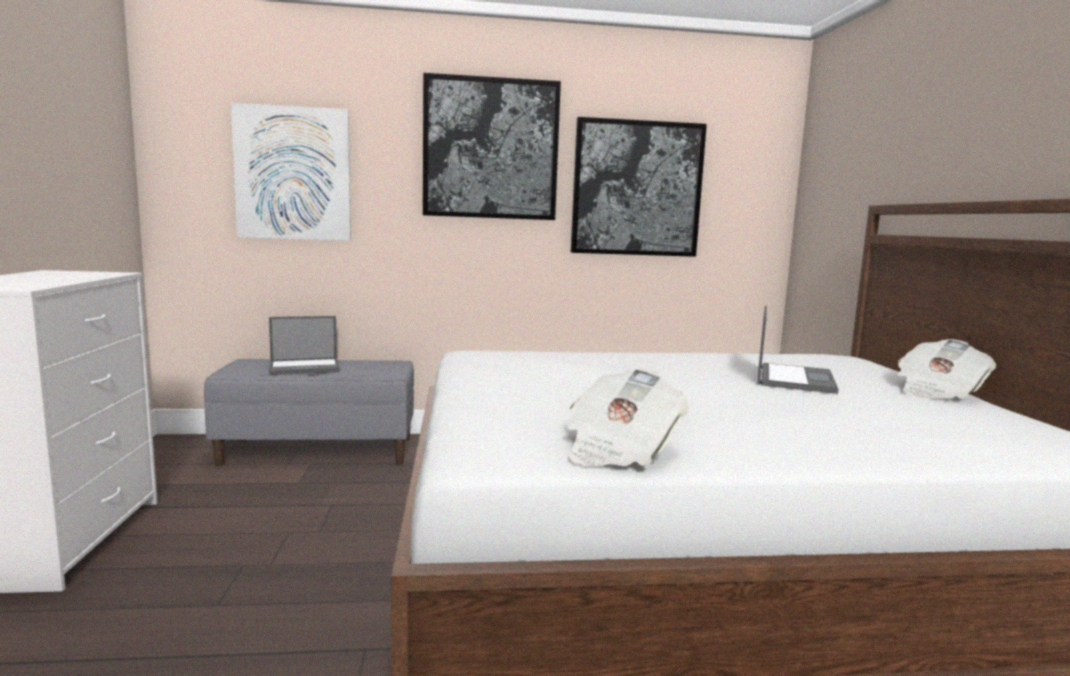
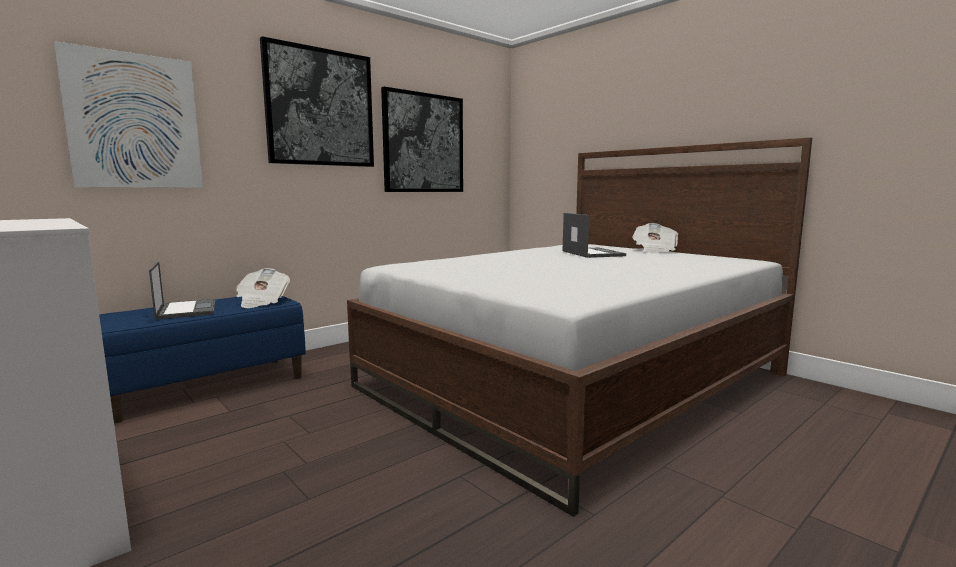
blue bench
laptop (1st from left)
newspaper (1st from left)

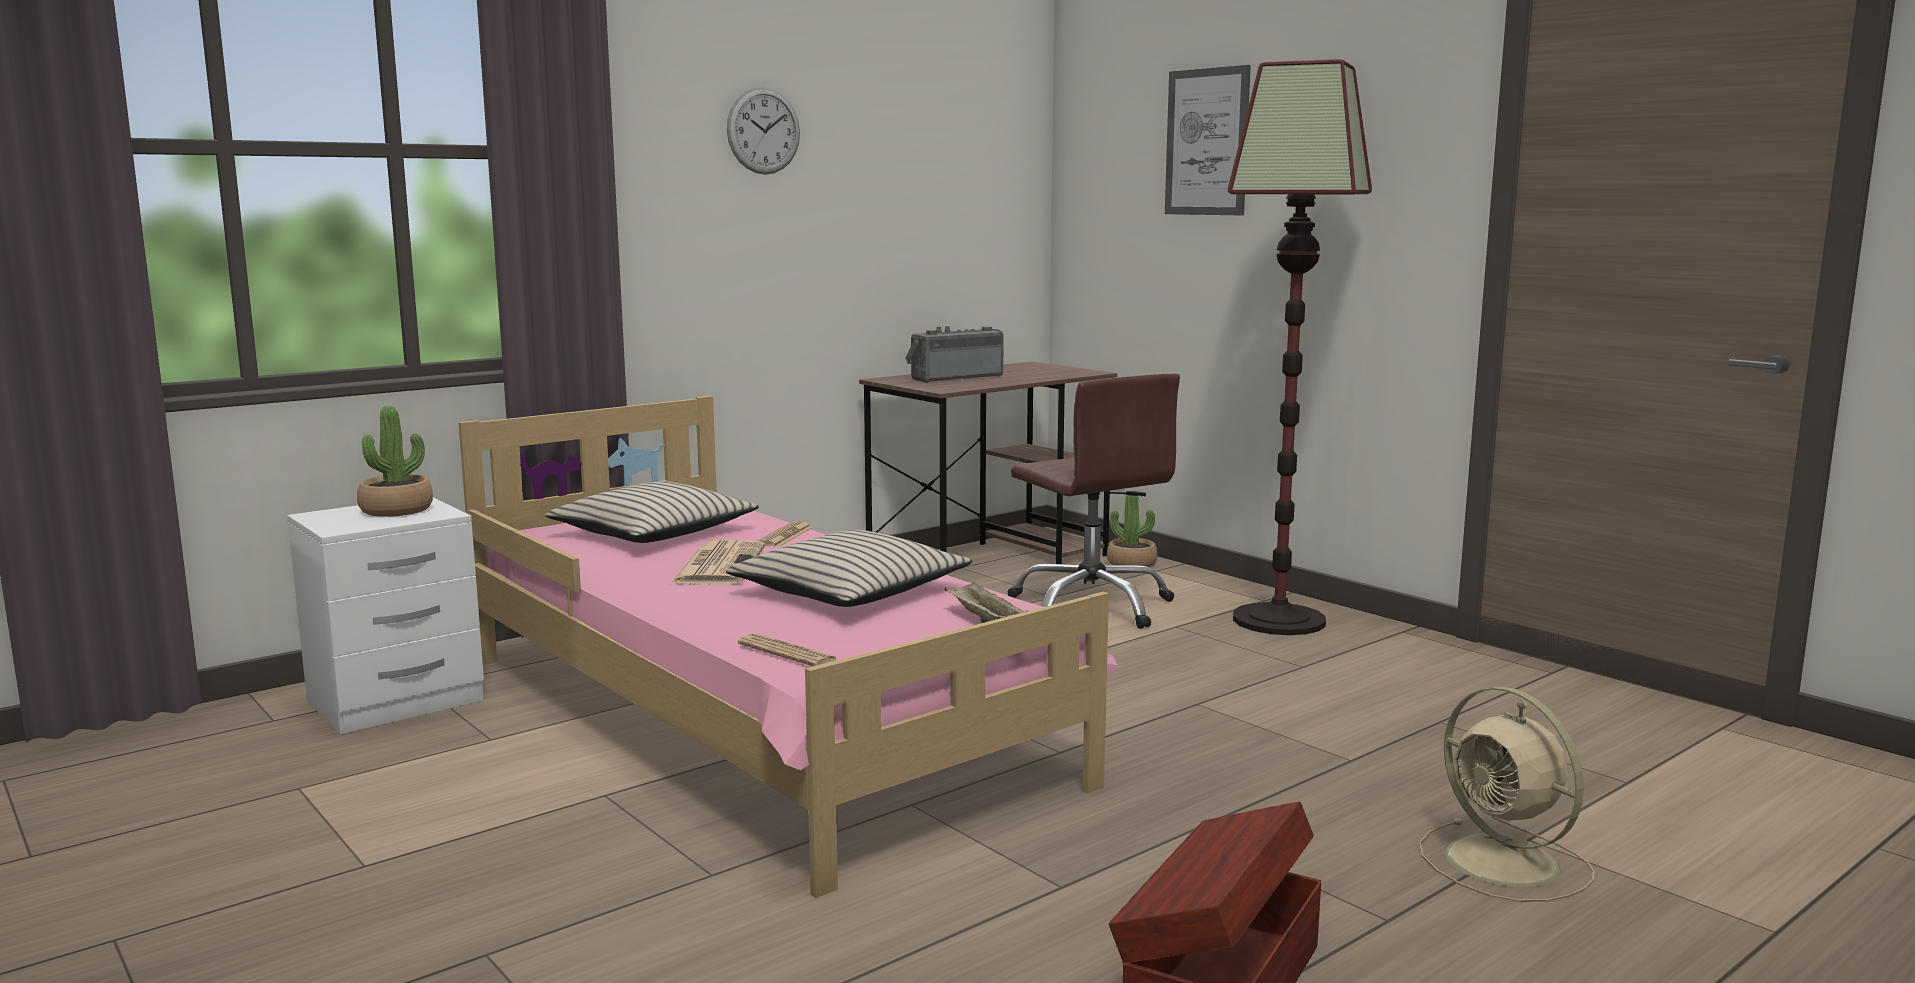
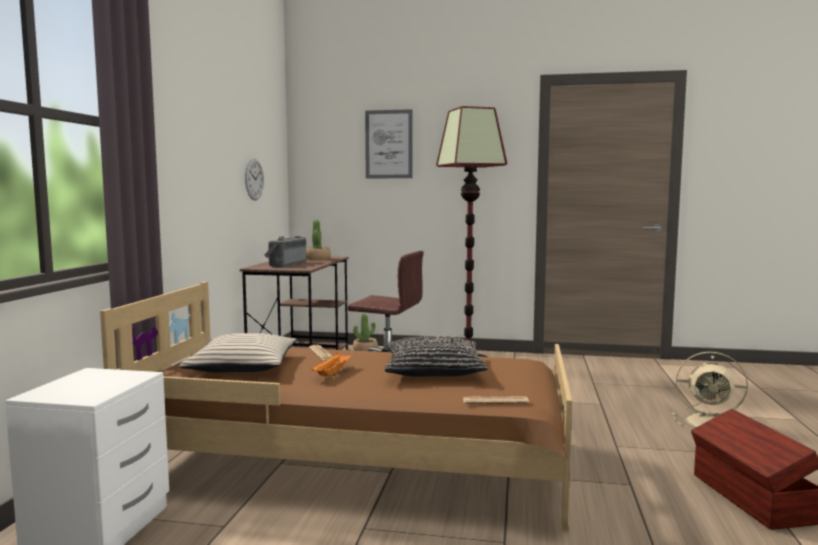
brown bed
wall clock
potted plant (1st from left)
orange tray
black pillow
beige tray

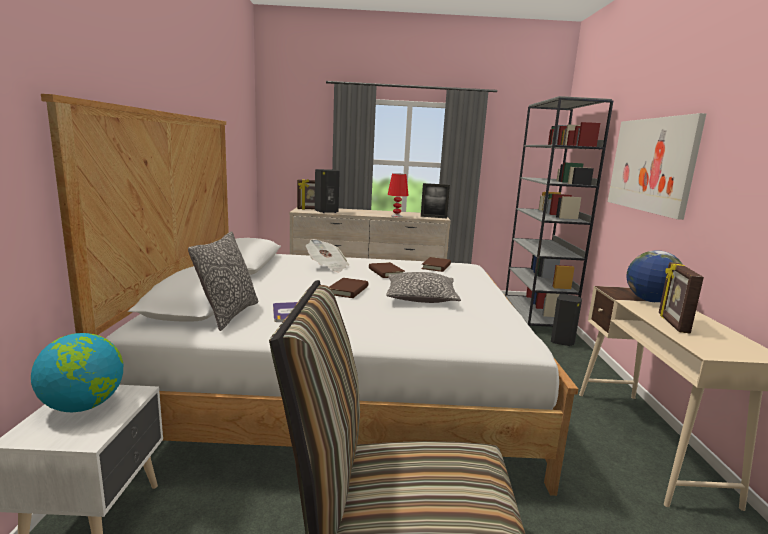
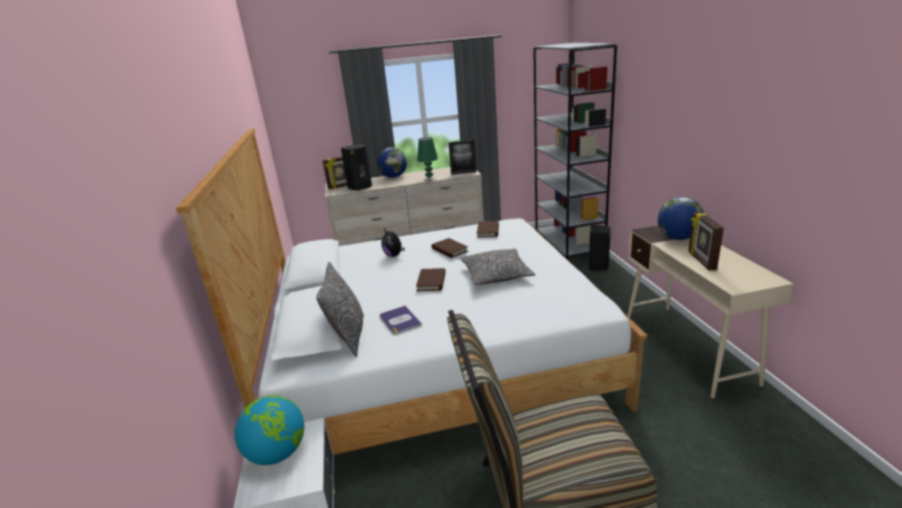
globe (2nd from left)
plush toy
green table lamp
picture

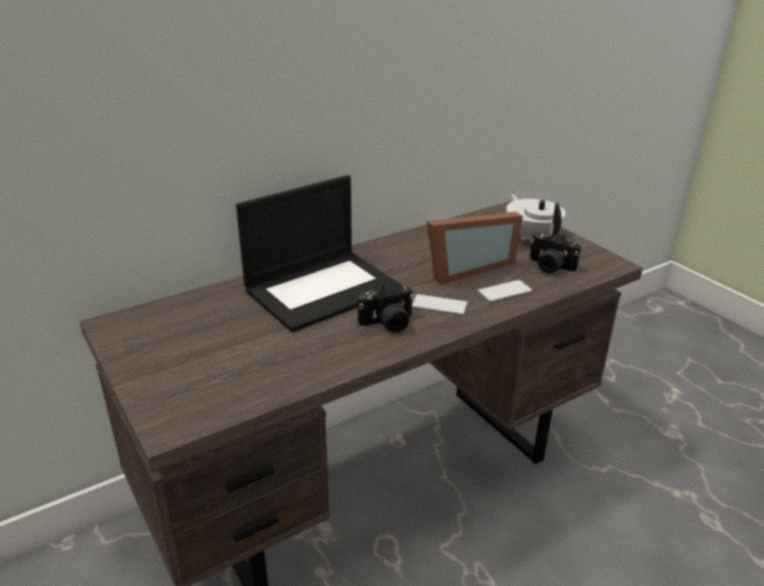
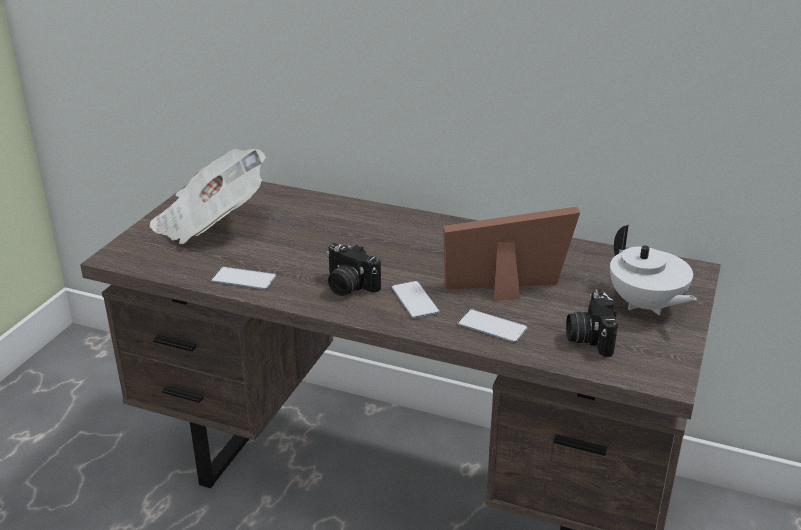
newspaper
phone (1st from left)
picture frame
white teapot
laptop

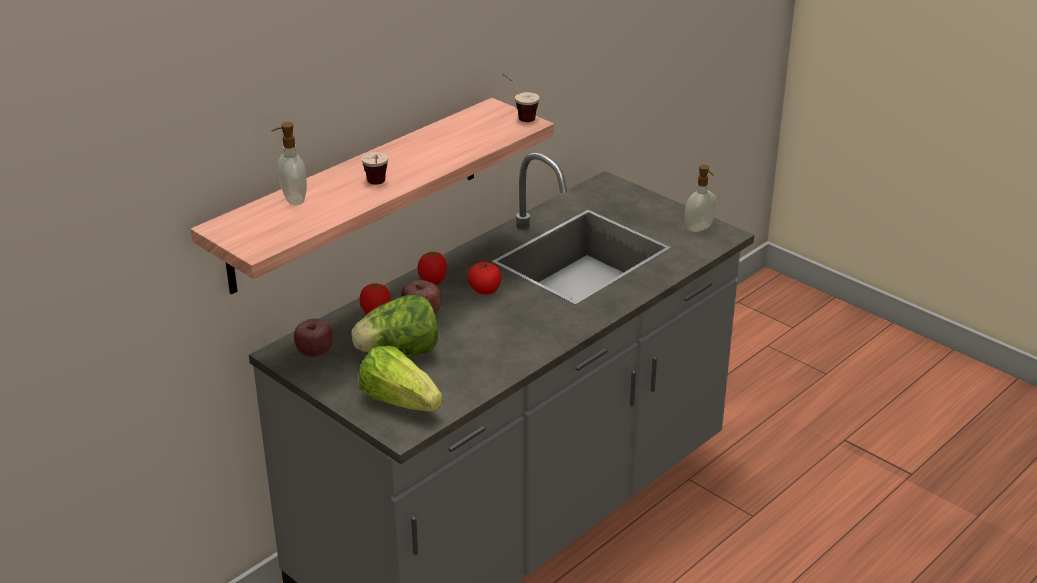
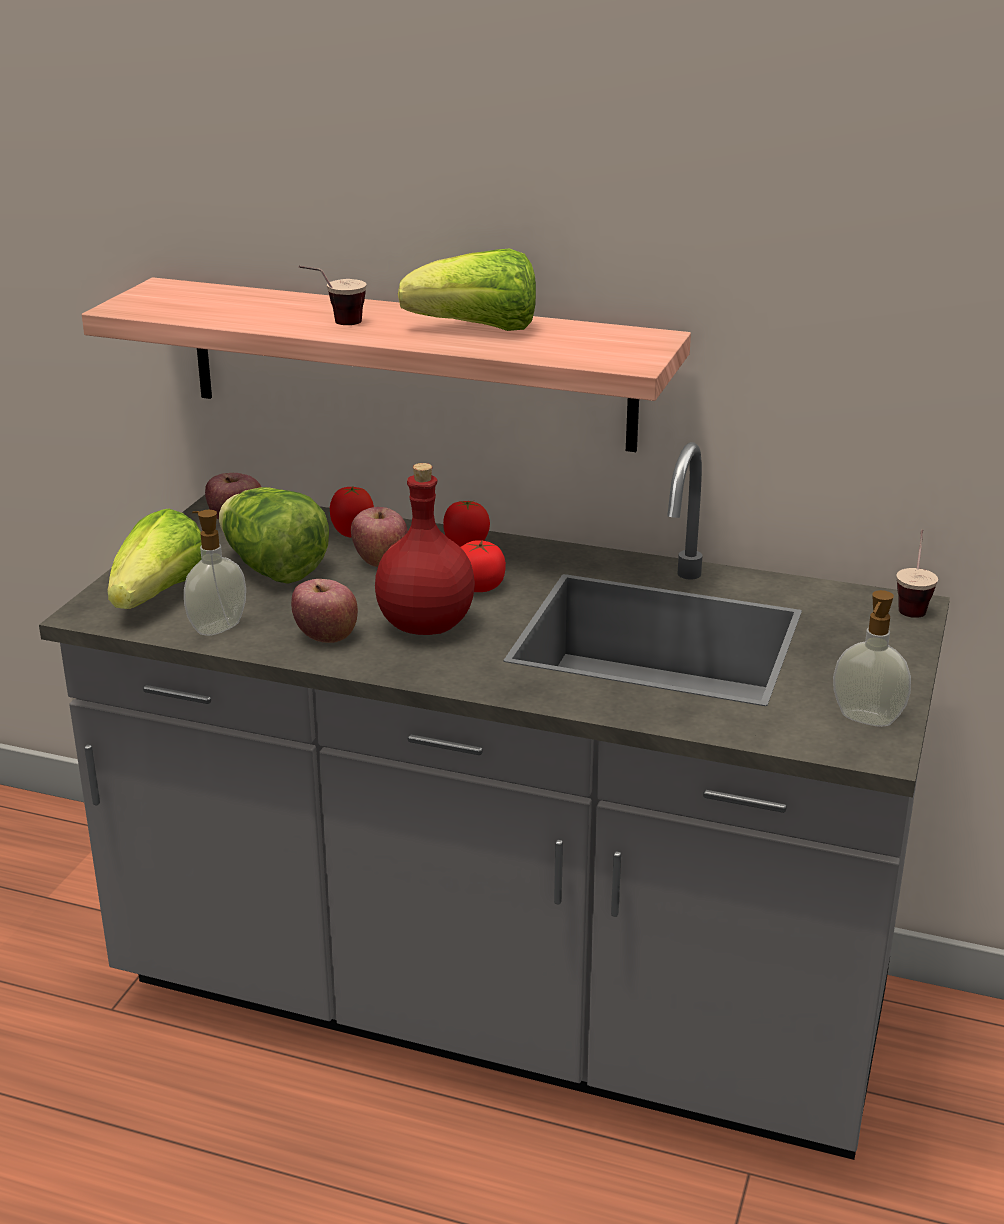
soap dispenser (1st from left)
apple (2nd from left)
red bottle
lettuce (3rd from left)
cup (2nd from left)

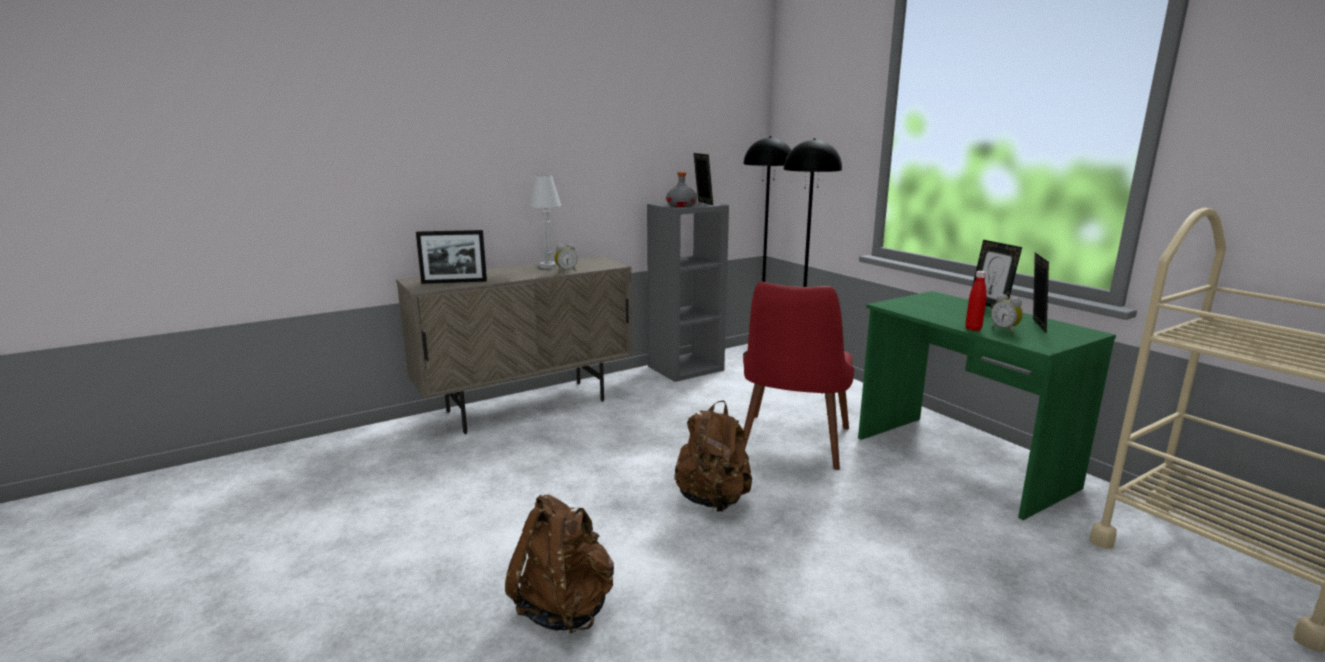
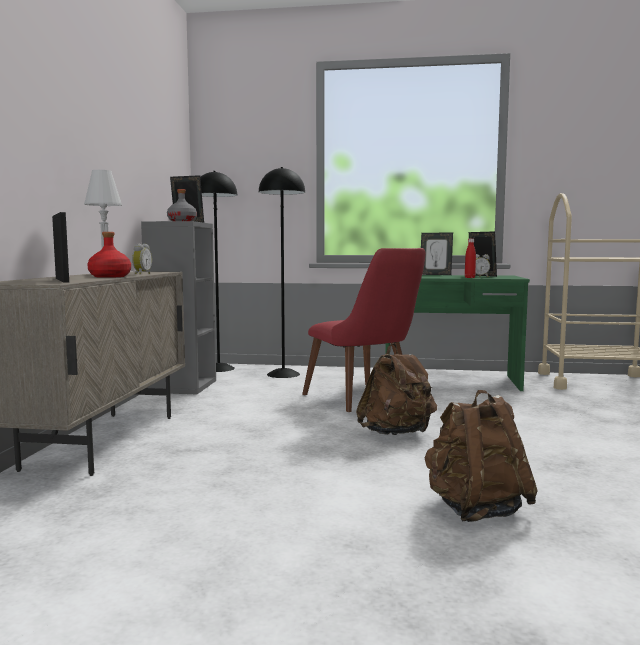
picture frame (1st from left)
red bottle (1st from left)

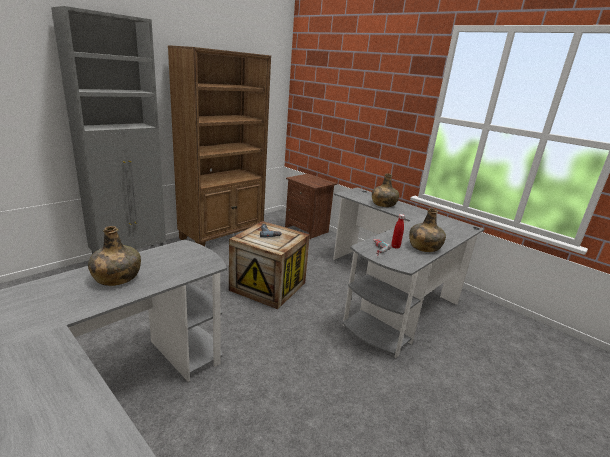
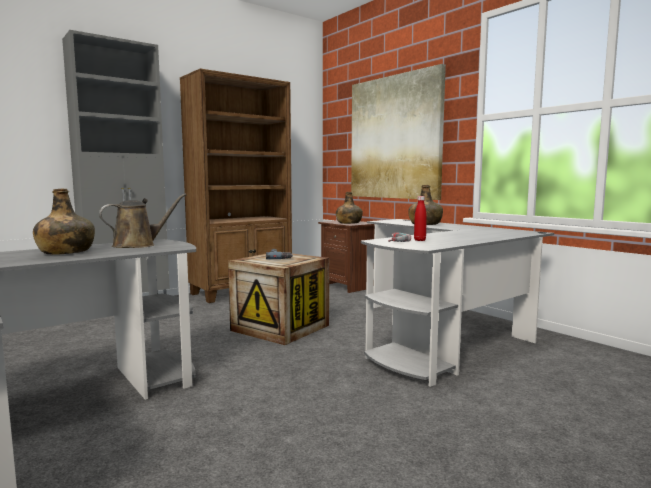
brown watering can
green bottle (2nd from left)
picture

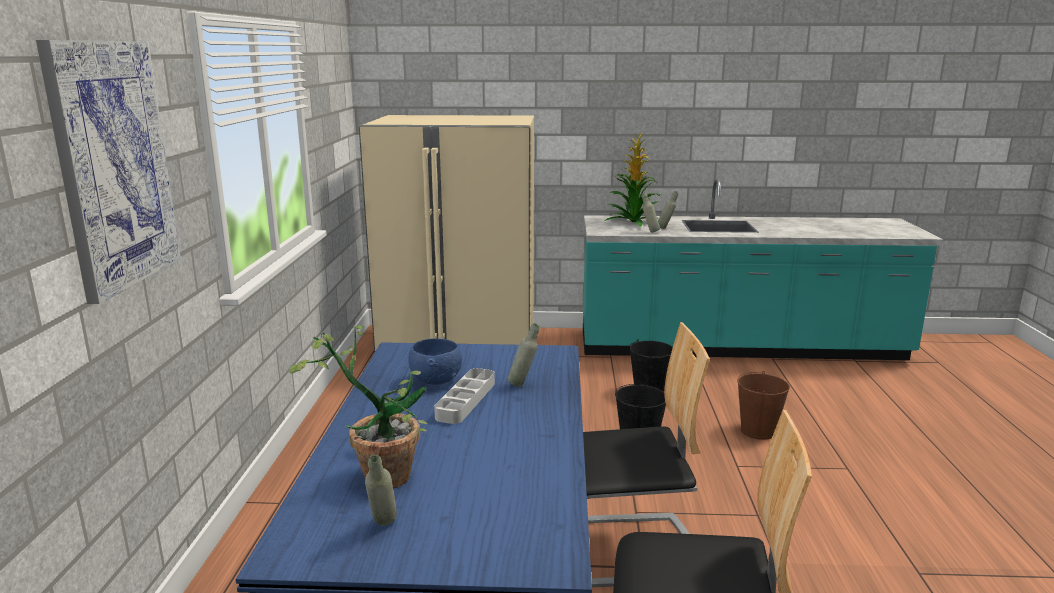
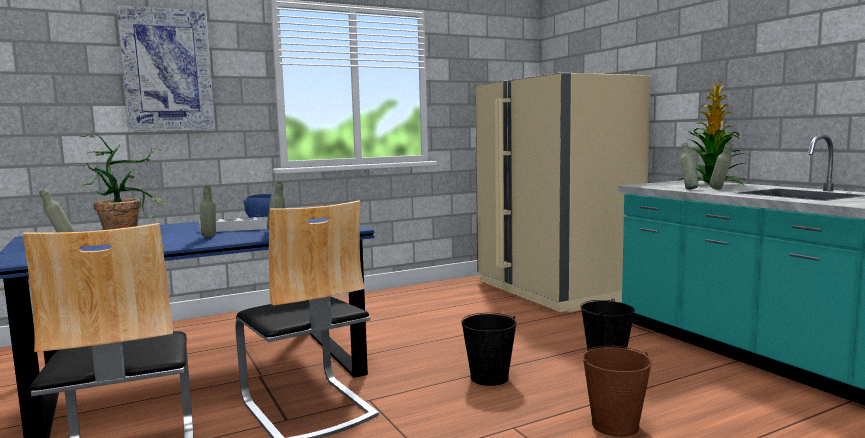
grey bottle (2nd from left)

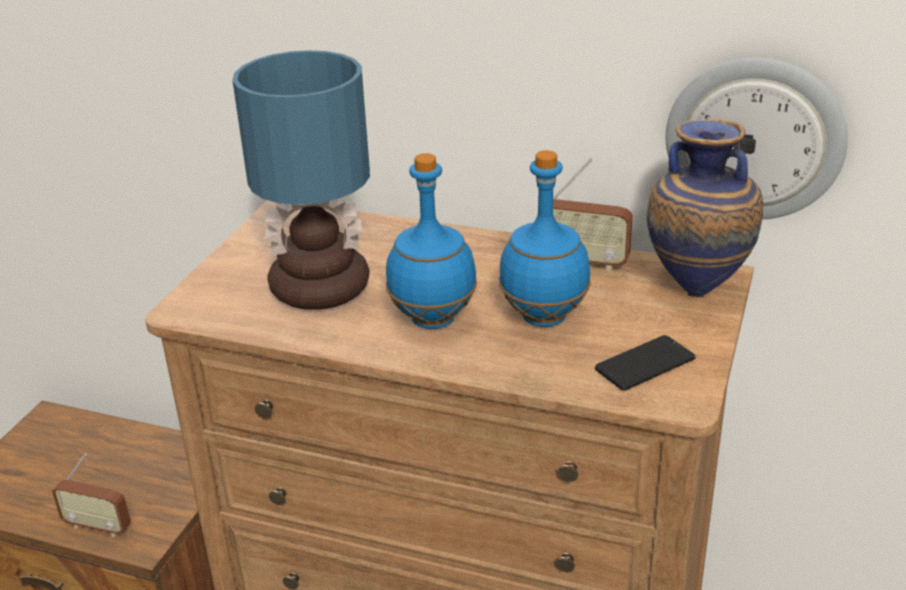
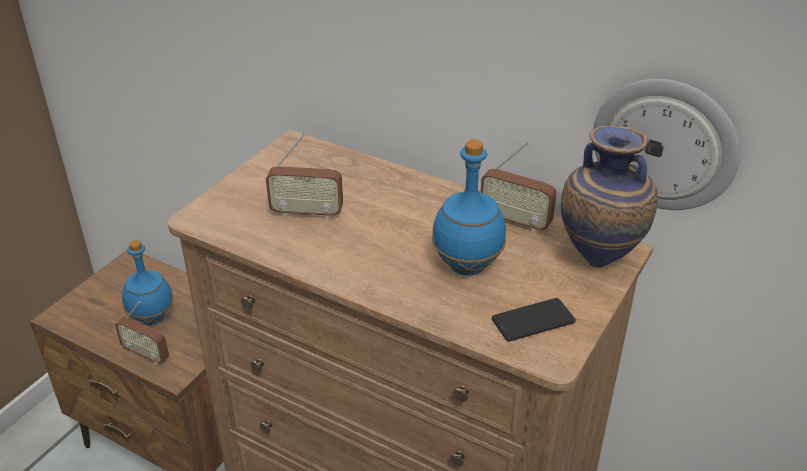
blue bottle (1st from left)
radio (2nd from left)

